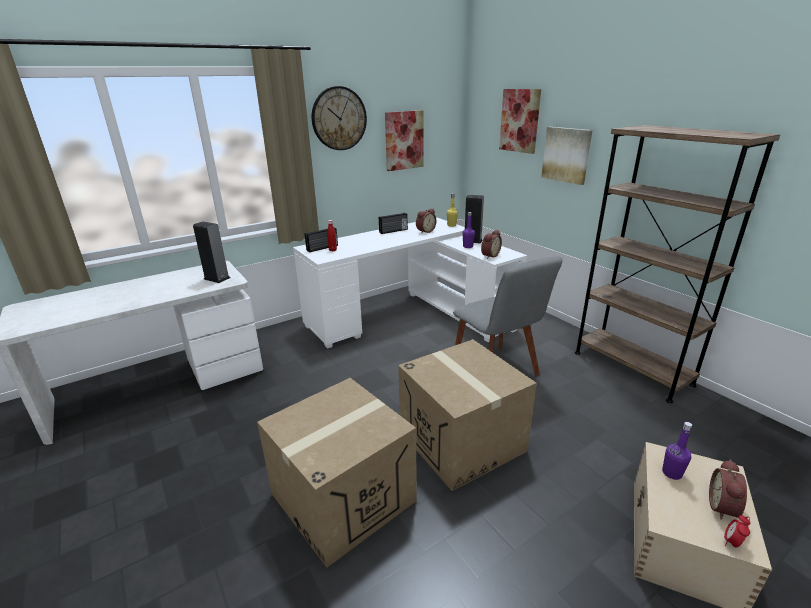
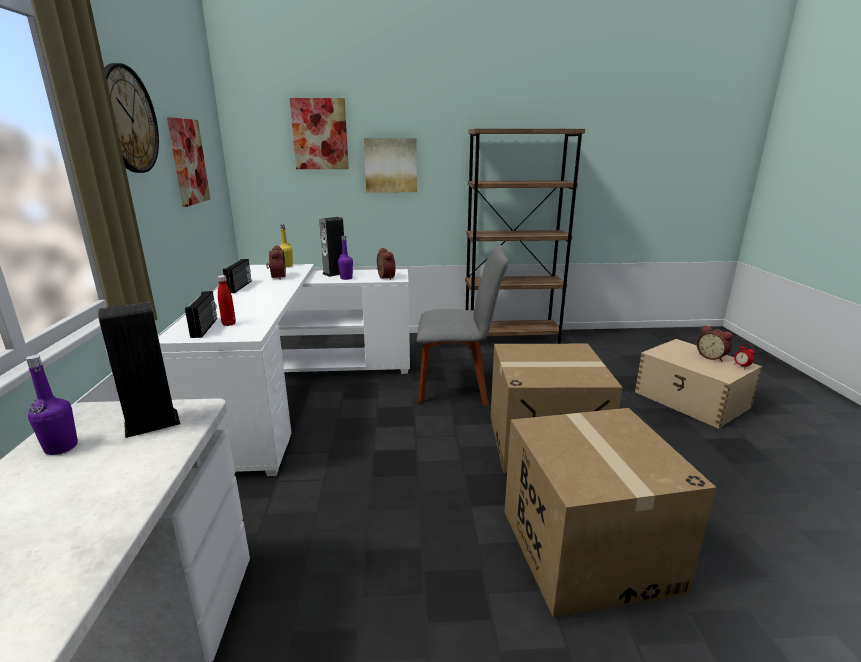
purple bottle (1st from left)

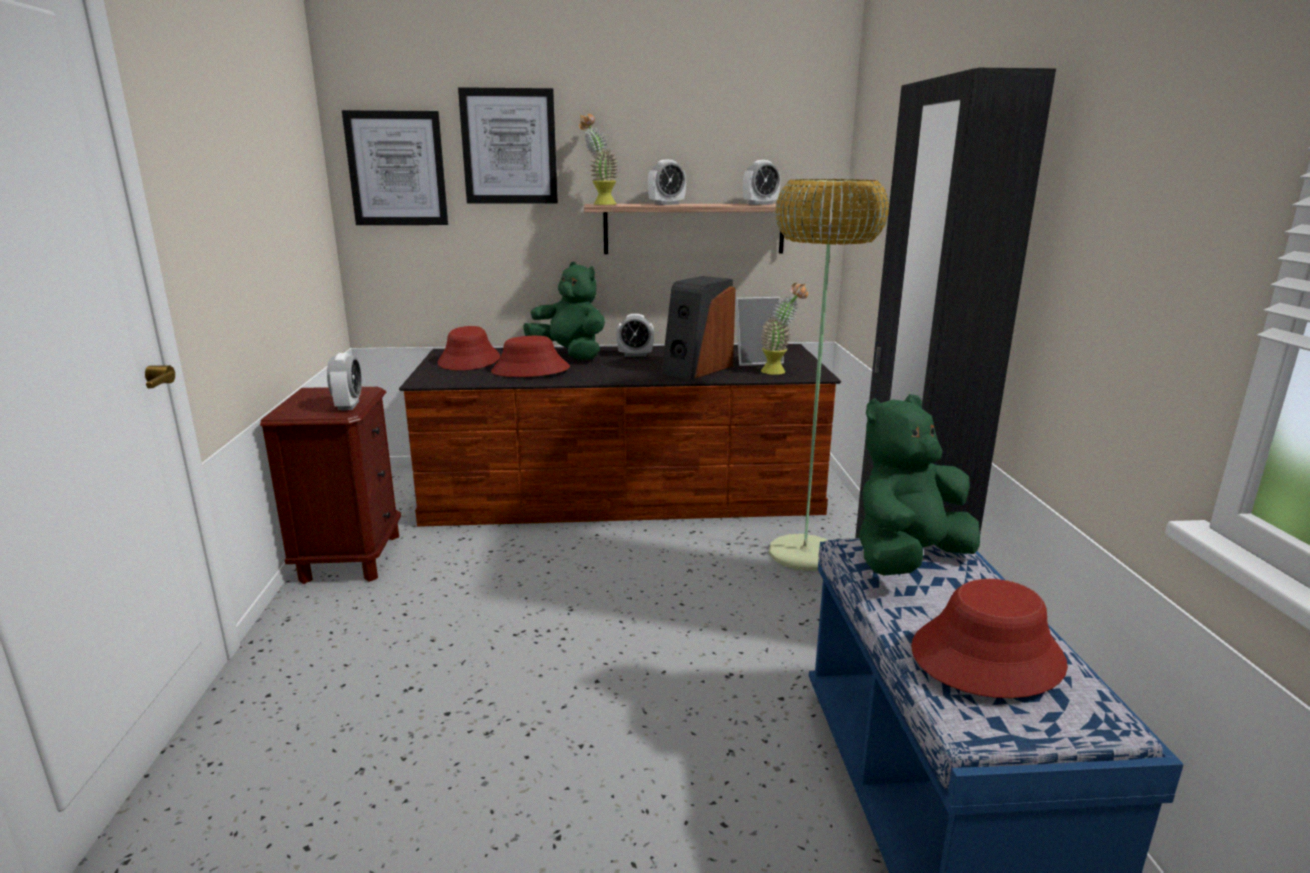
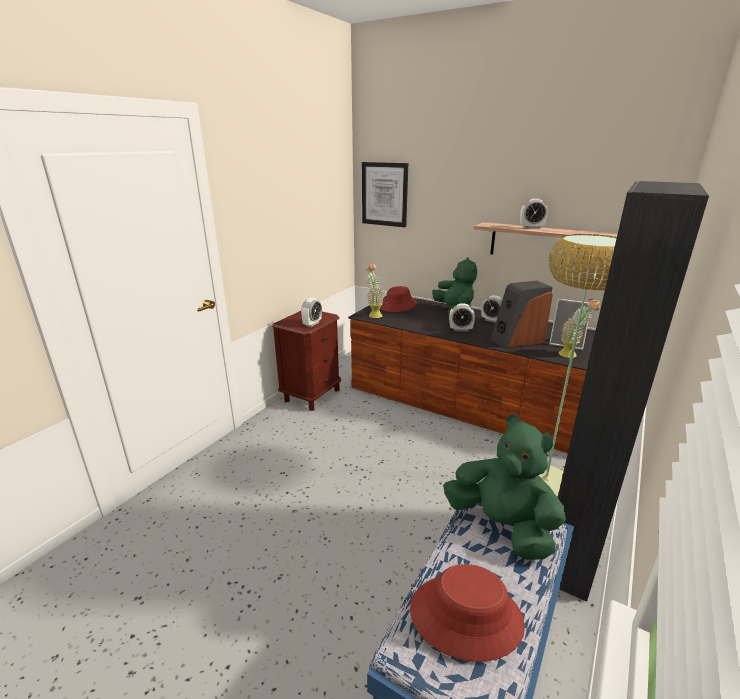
potted plant (1st from left)
green plush toy (2nd from left)
alarm clock (2nd from left)
picture (2nd from left in the first image)
red hat (2nd from left in the first image)

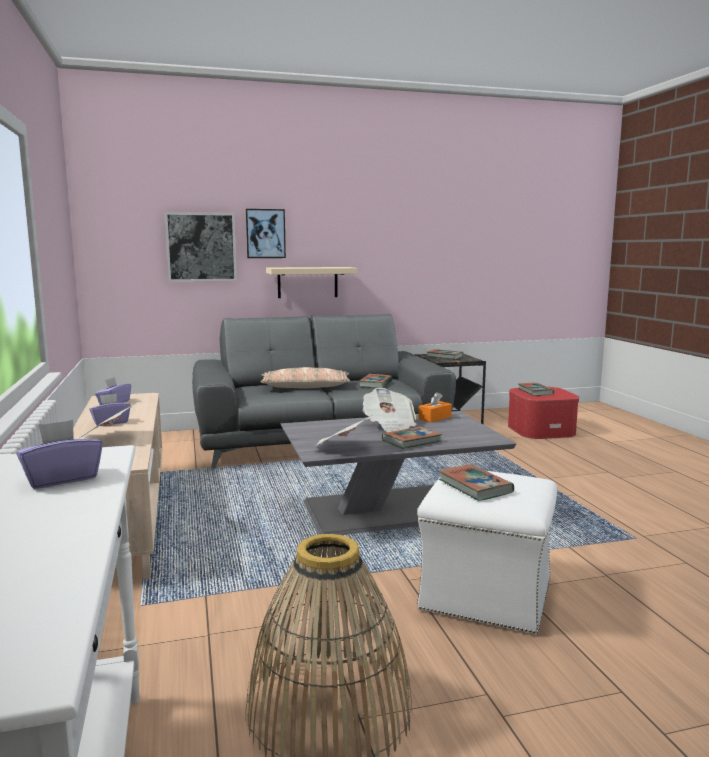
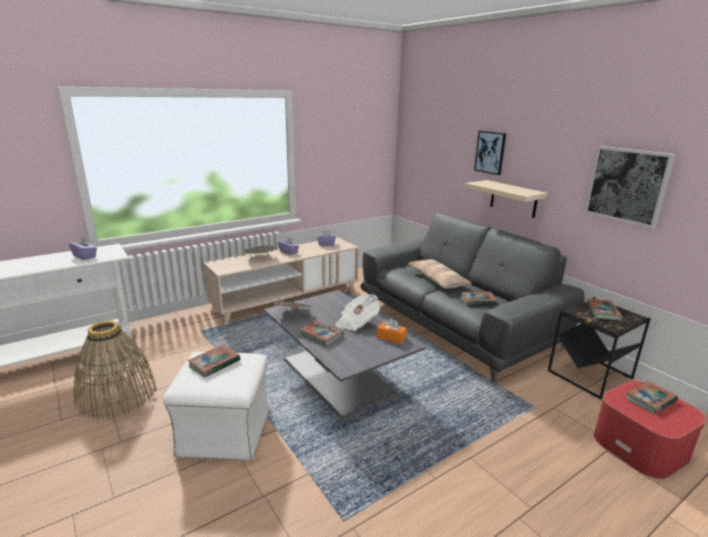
picture (2nd from left)

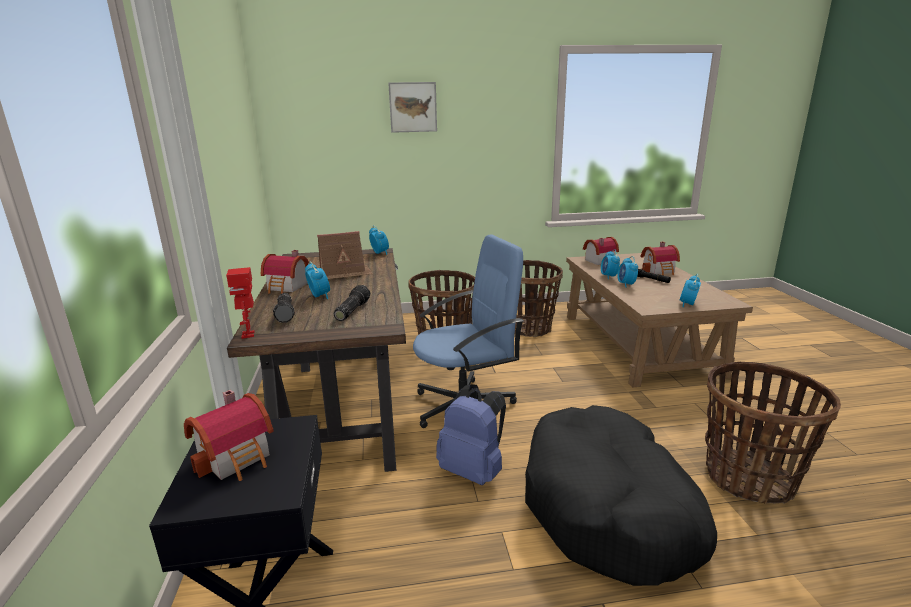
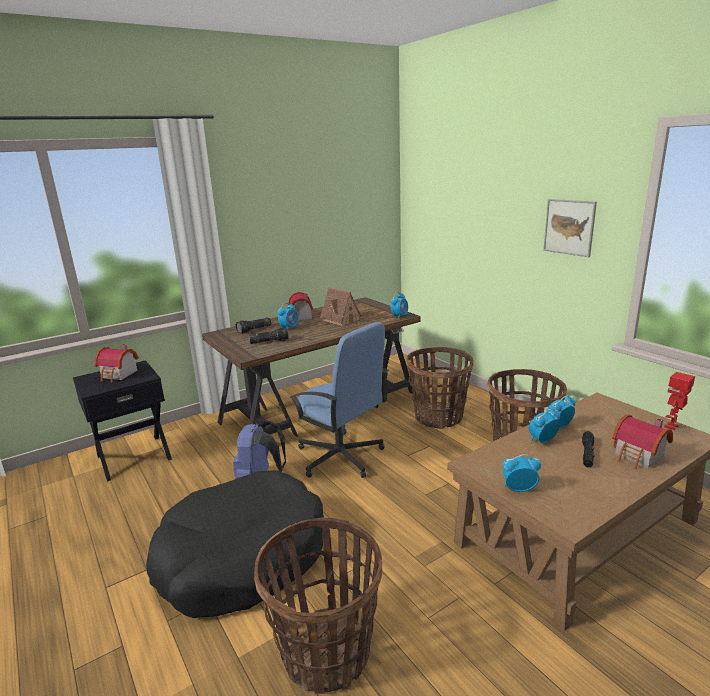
picture
toy robot
toy house (4th from left in the first image)

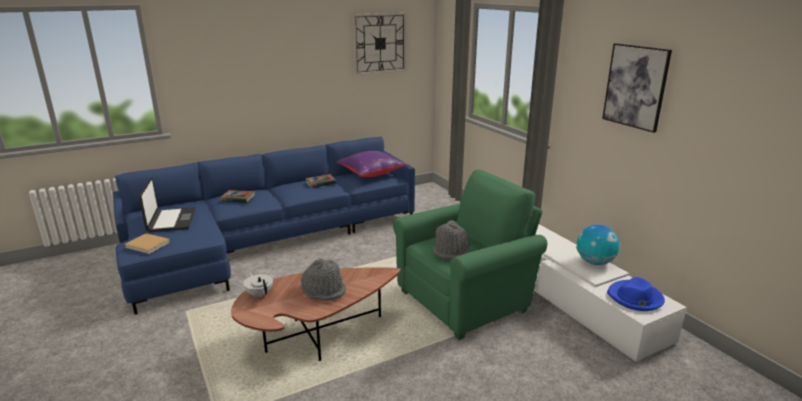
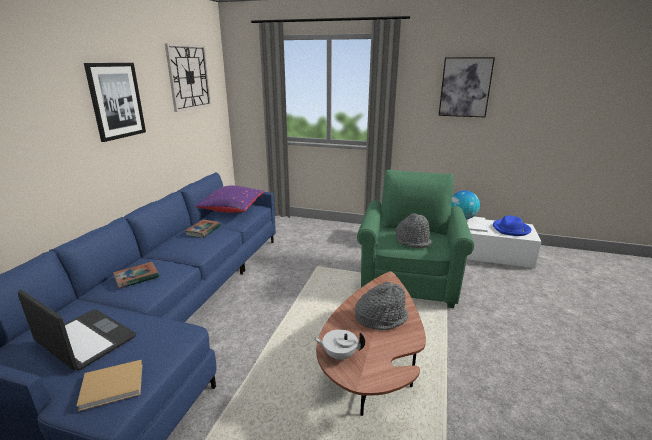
picture (1st from left)

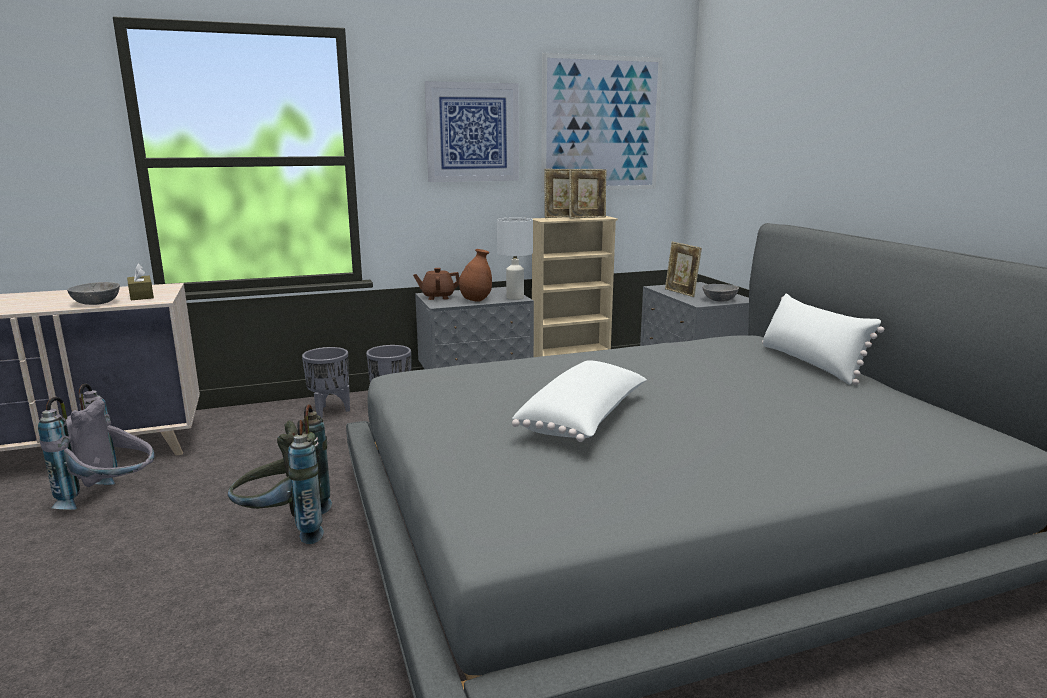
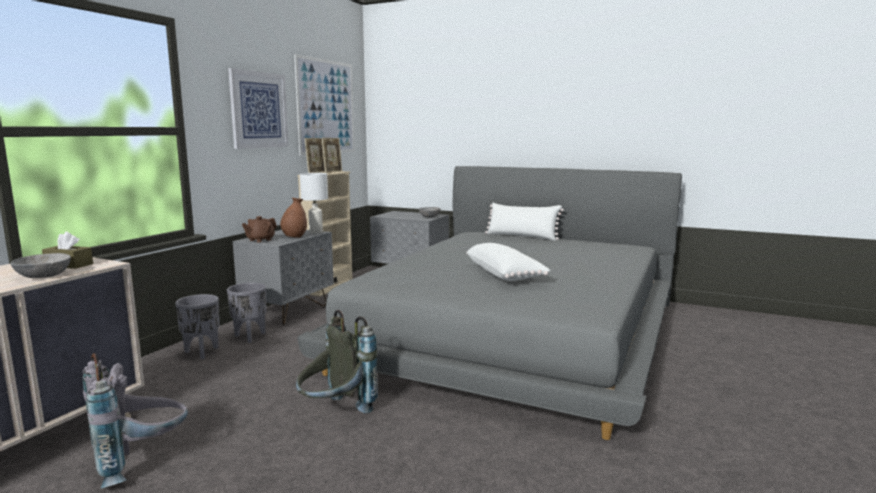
picture frame (3rd from left in the first image)

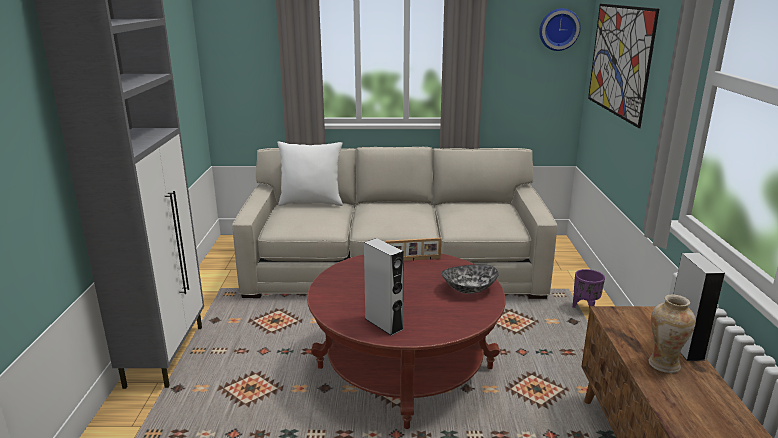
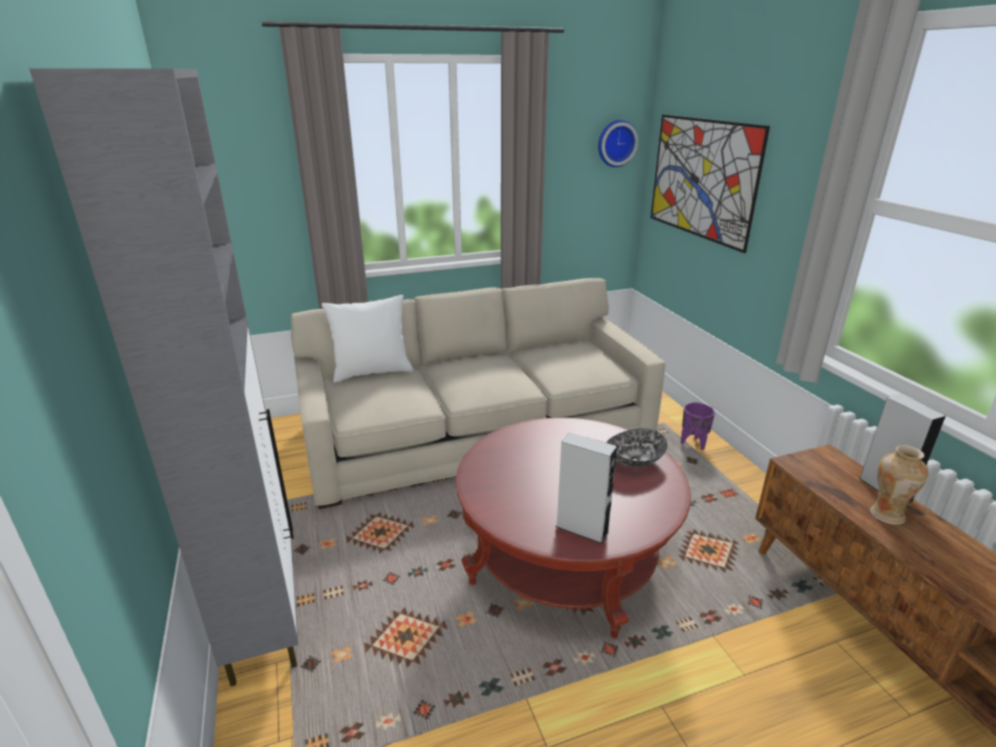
picture frame

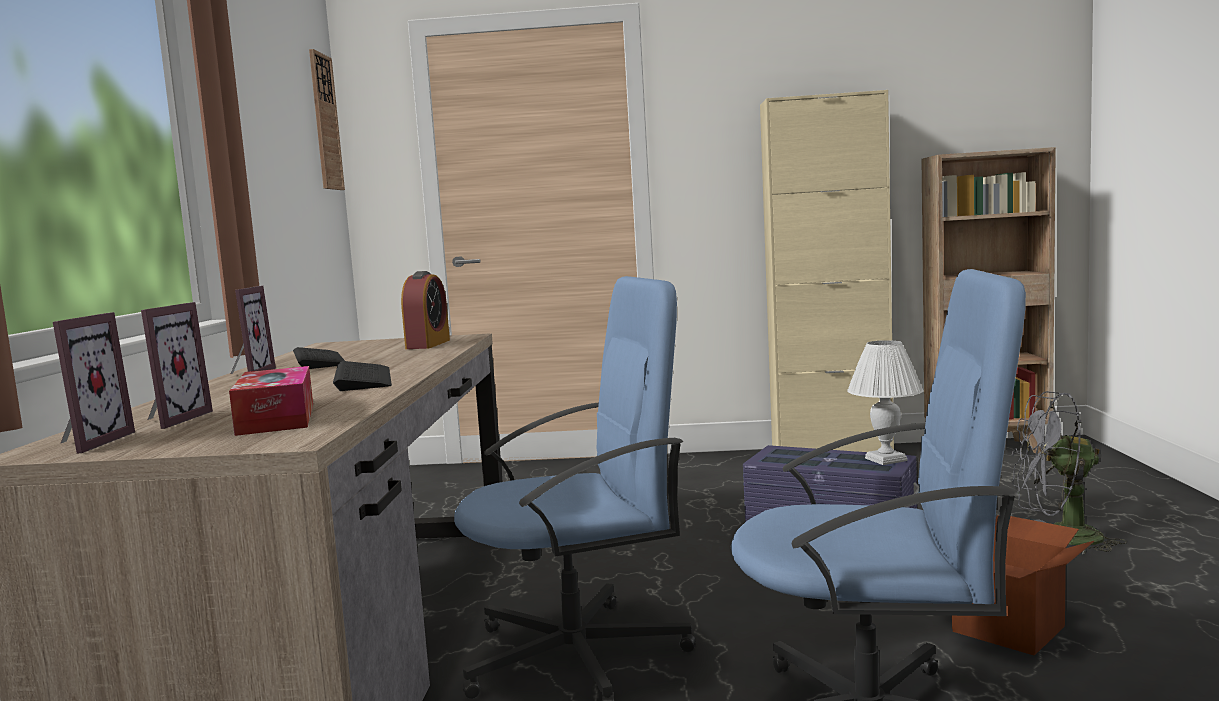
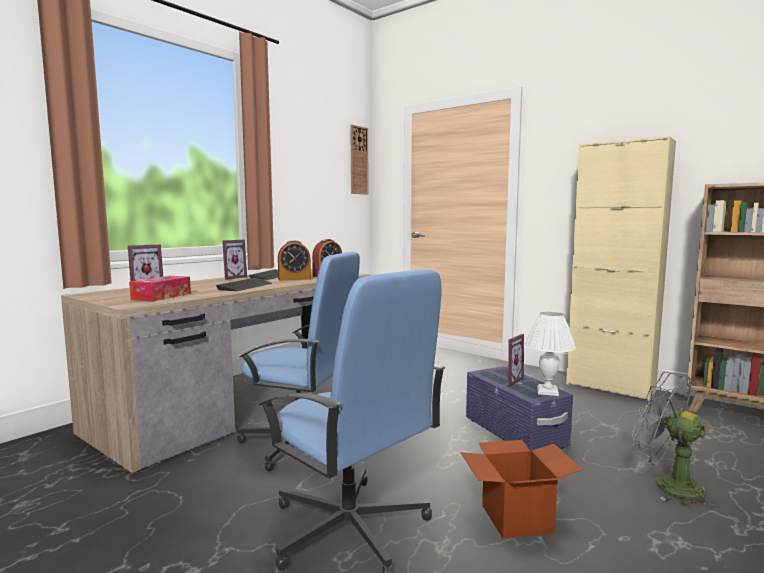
alarm clock (1st from left)
picture frame (3rd from left)

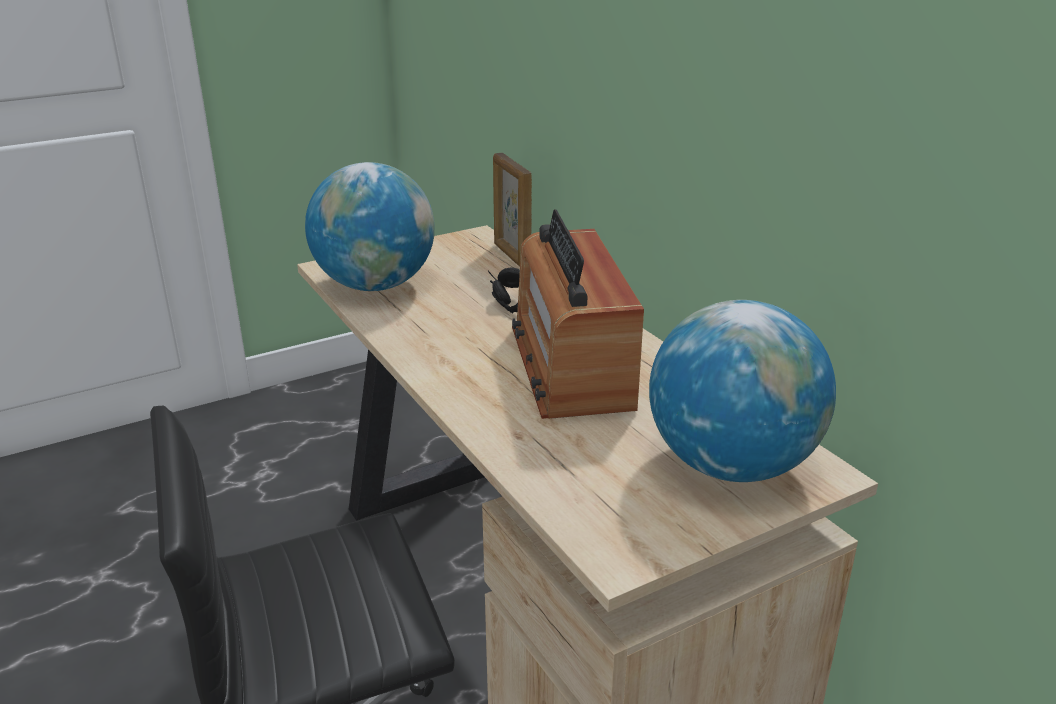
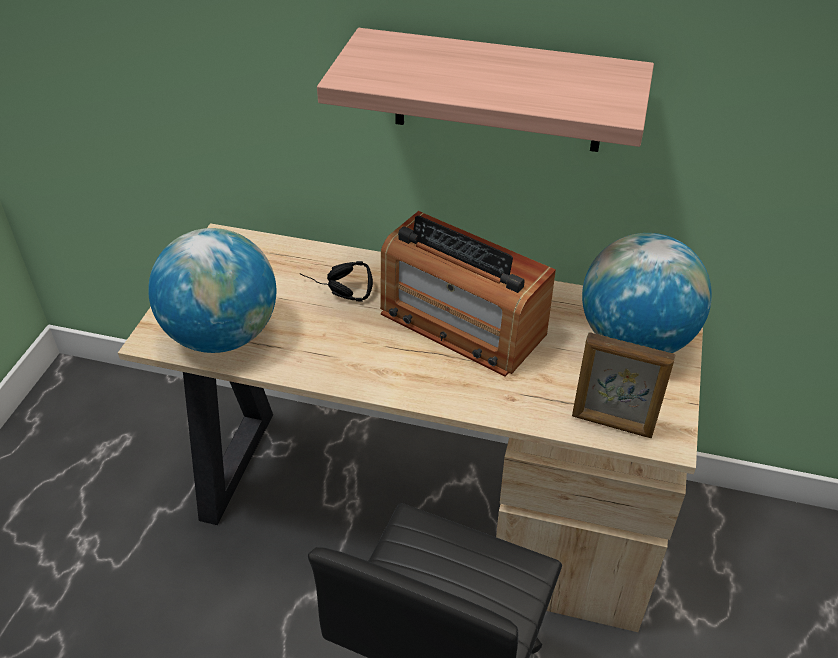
shelf
picture frame

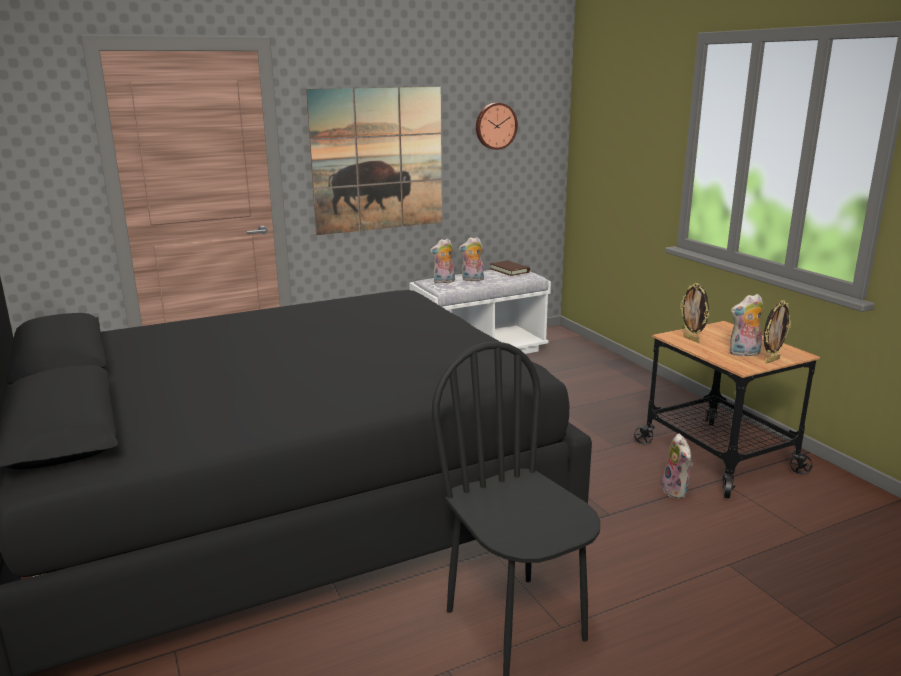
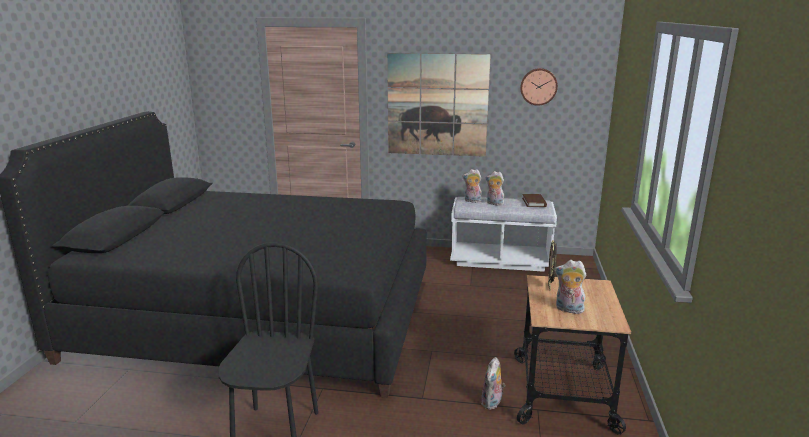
picture frame (2nd from left in the first image)

